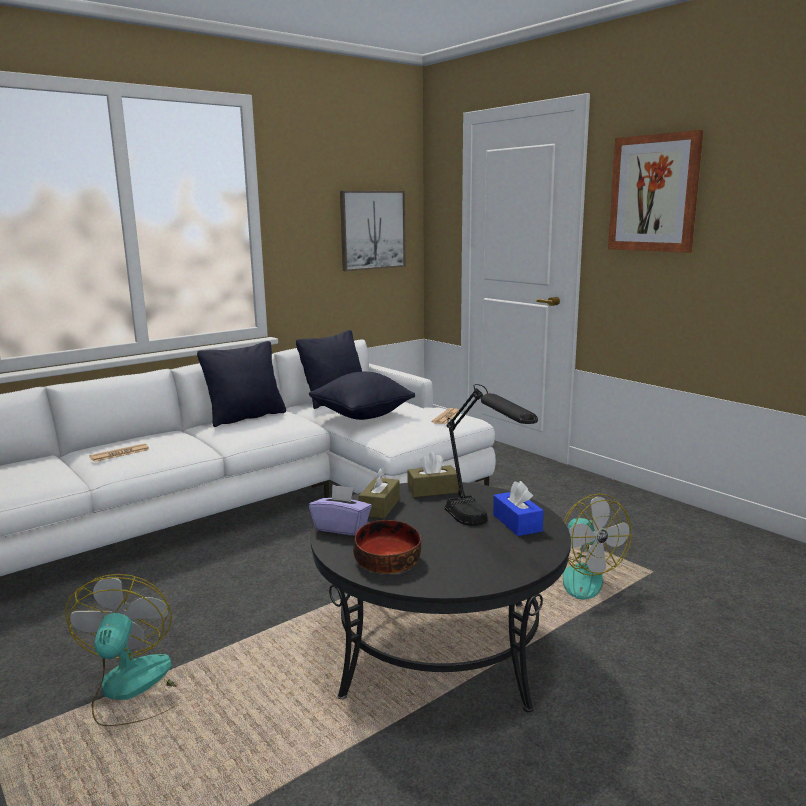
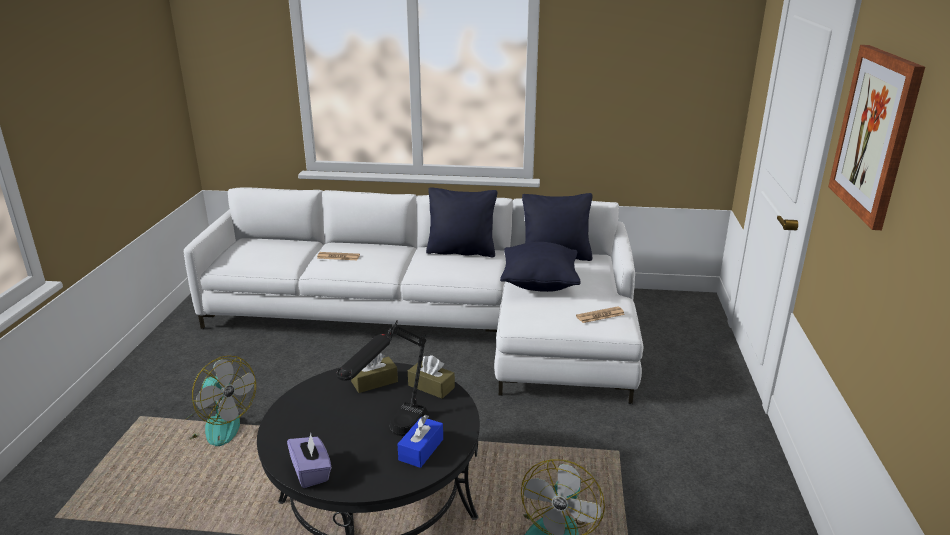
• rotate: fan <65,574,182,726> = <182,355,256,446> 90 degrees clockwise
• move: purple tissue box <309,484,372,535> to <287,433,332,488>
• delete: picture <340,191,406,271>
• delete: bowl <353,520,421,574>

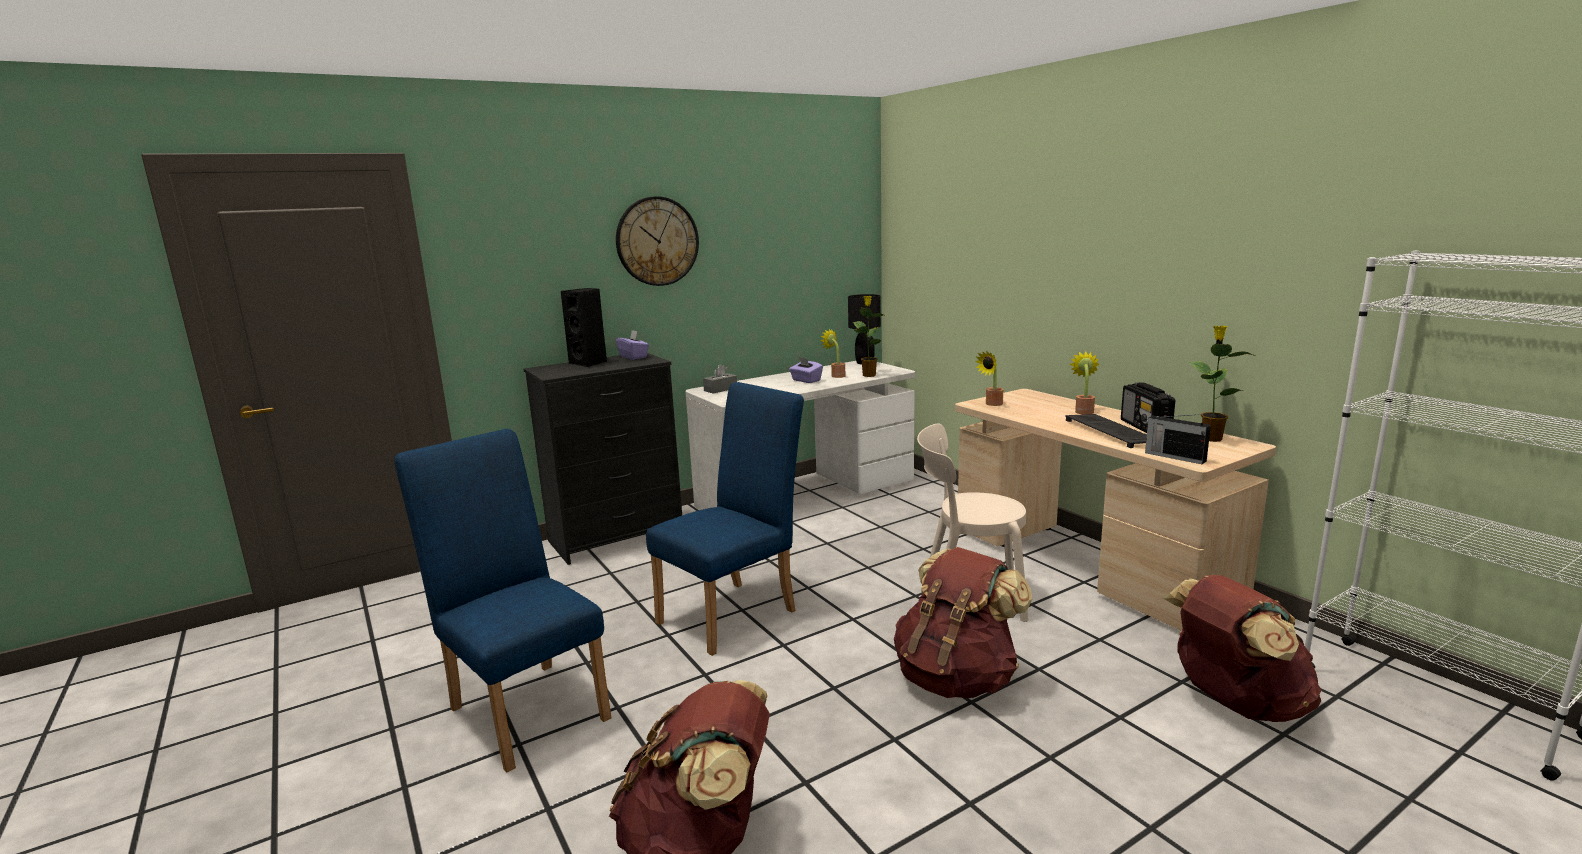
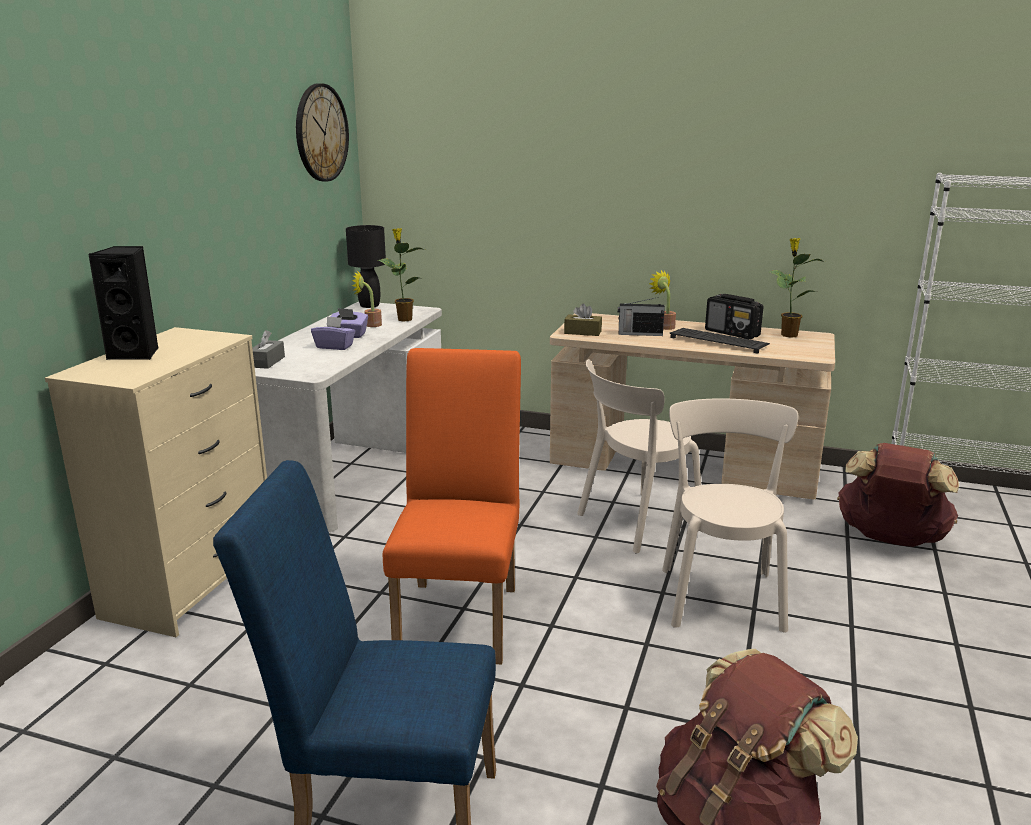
• recolor: black dresser <524,353,682,565> to beige dresser <45,327,267,637>
• move: wall clock <616,196,699,286> to <296,83,349,182>
• move: purple tissue box <616,330,649,360> to <311,316,356,350>
• recolor: blue chair <646,382,804,656> to orange chair <383,348,521,664>
• replace: potted plant <975,351,1003,406> to brown tissue box <564,303,602,336>
• move: radio <1145,414,1211,464> to <618,297,665,336>
• replace: brown backpack <894,547,1032,698> to beige chair <662,398,799,633>

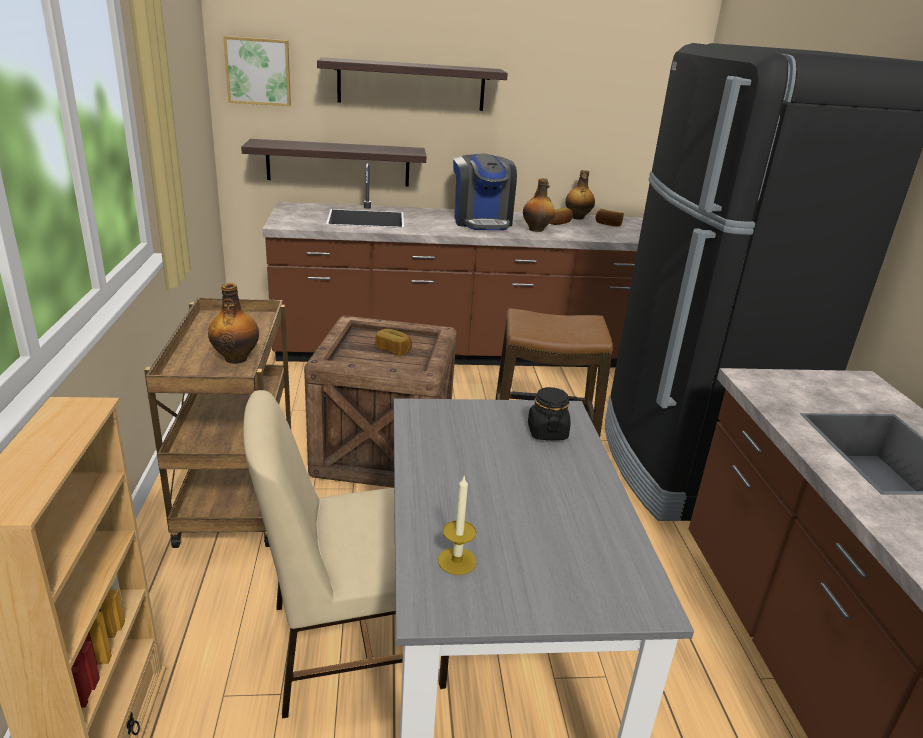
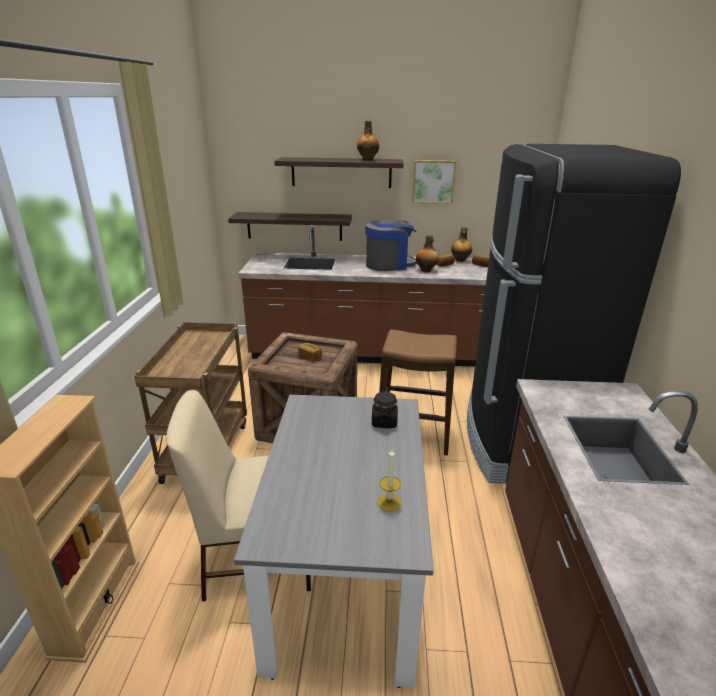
• move: bottle <208,283,259,364> to <357,120,379,160>
• rotate: coffee machine <453,154,517,230> = <365,220,417,271> 105 degrees counterclockwise
• move: candle <438,475,477,575> to <377,449,402,511>
• move: picture <223,36,291,106> to <412,160,456,204>

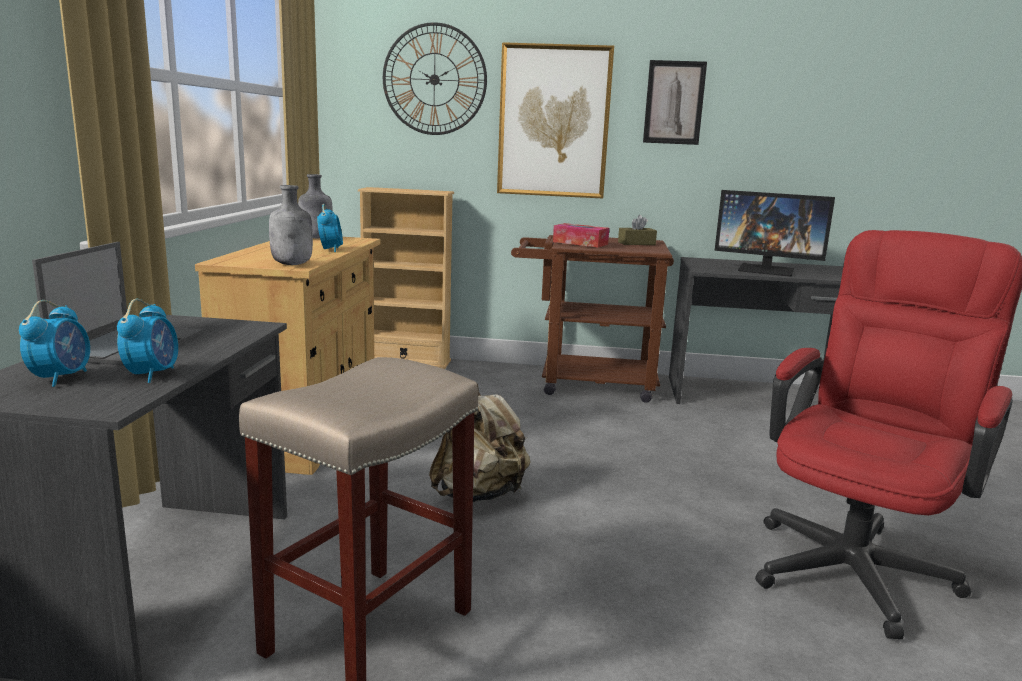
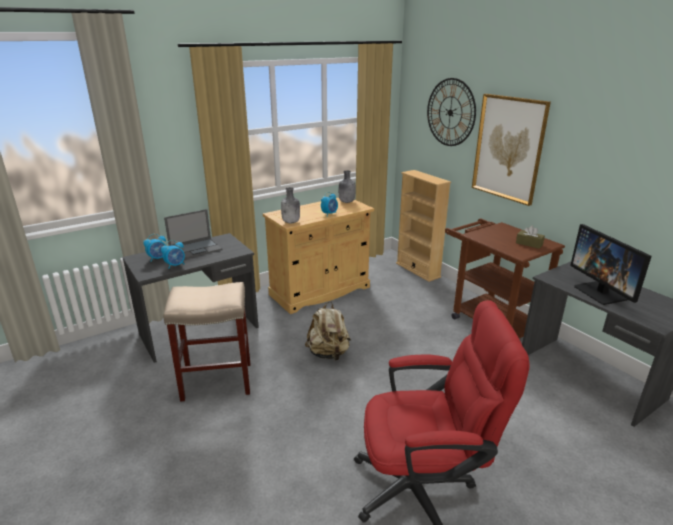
• delete: tissue box <553,223,609,247>
• delete: picture <643,60,707,145>

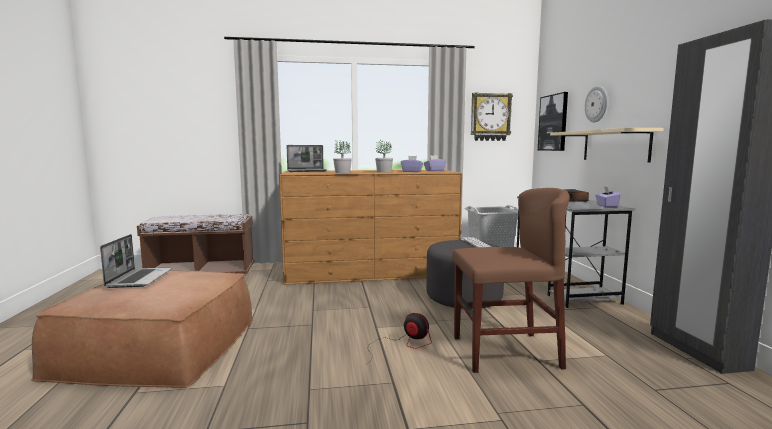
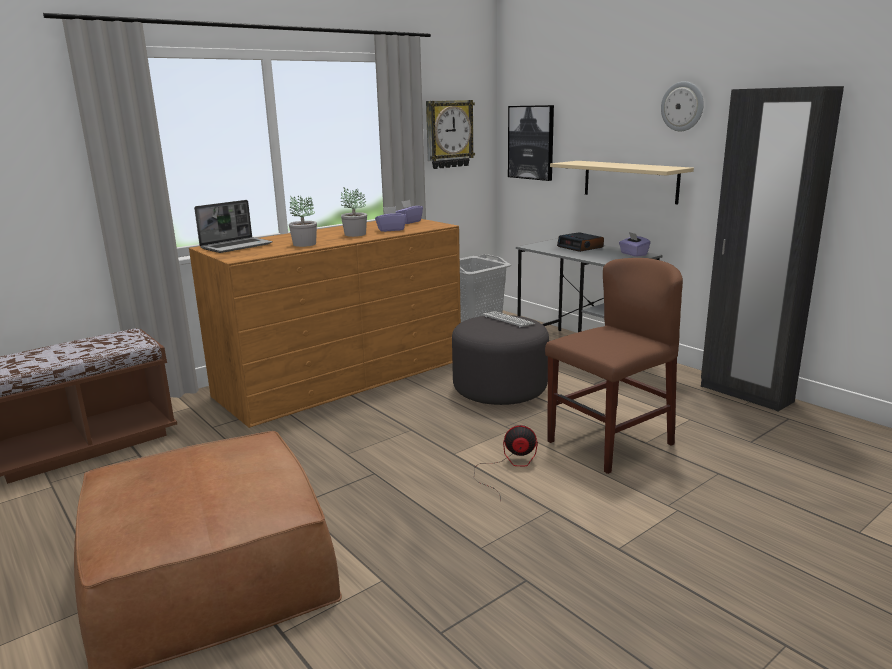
• move: wall clock <585,86,607,122> to <661,81,704,132>
• delete: laptop <100,234,172,288>

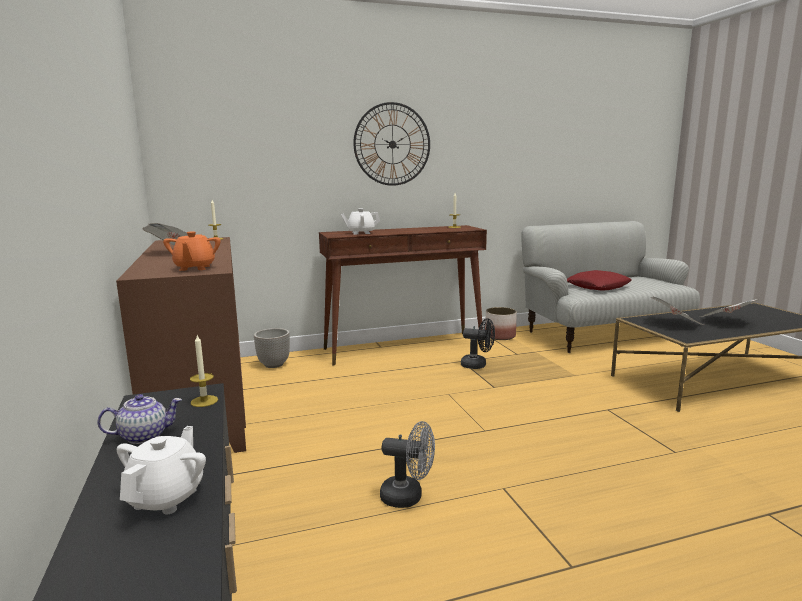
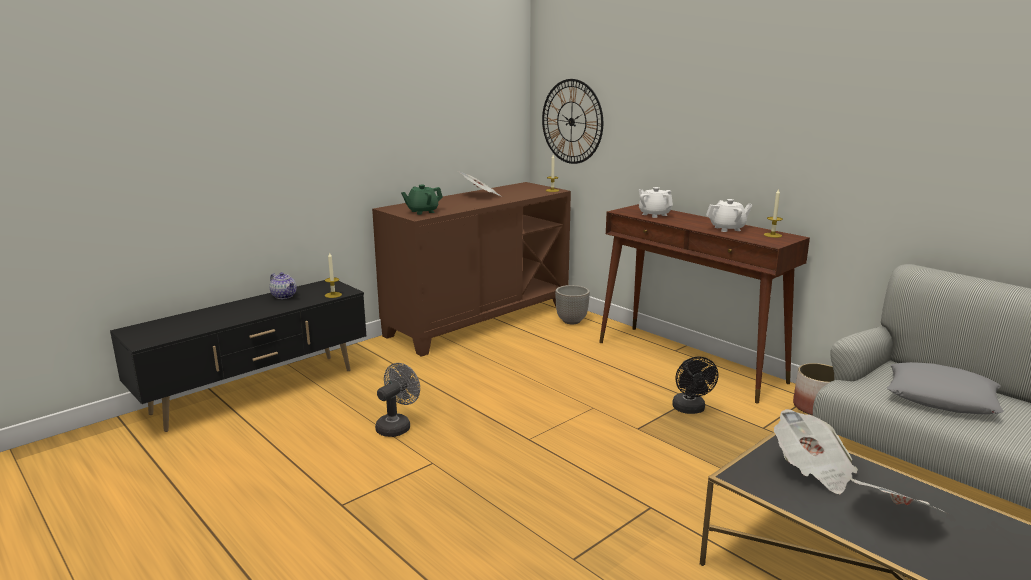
• rotate: grey fan <380,421,435,508> = <375,363,420,437> 135 degrees counterclockwise
• recolor: orange teapot <163,231,221,271> to green teapot <401,185,443,215>
• move: wall clock <353,102,430,186> to <542,79,603,164>
• move: white teapot <117,426,206,514> to <706,199,753,232>
• recolor: red pillow <567,270,632,291> to grey pillow <887,362,1003,414>

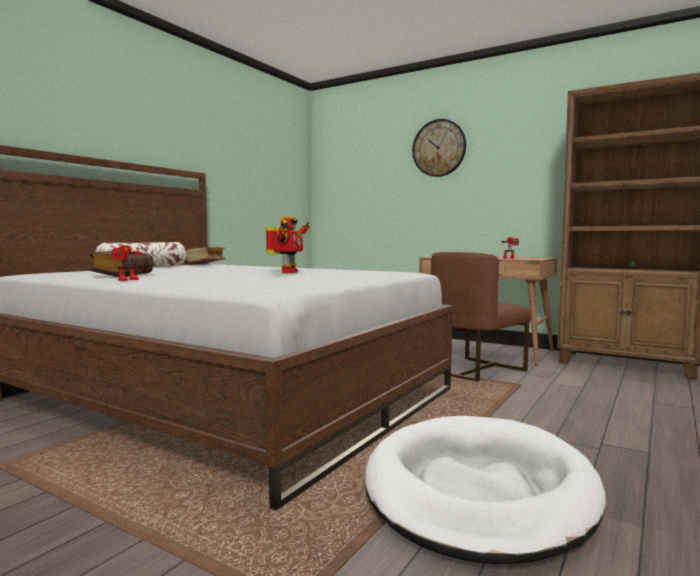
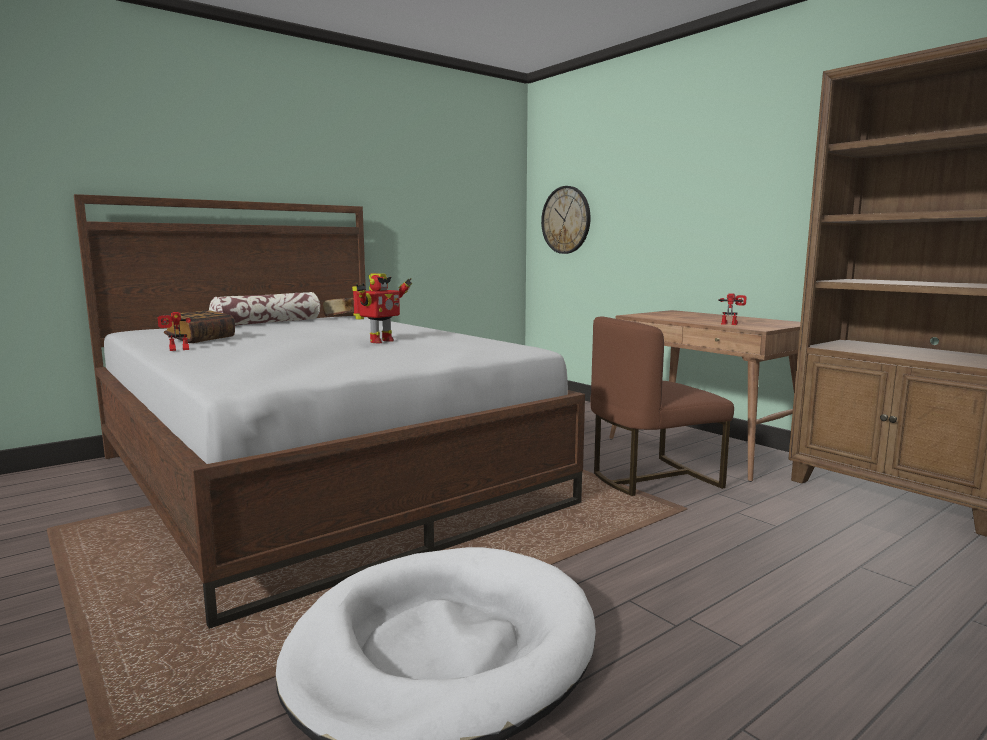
• move: wall clock <412,119,466,177> to <541,186,591,254>

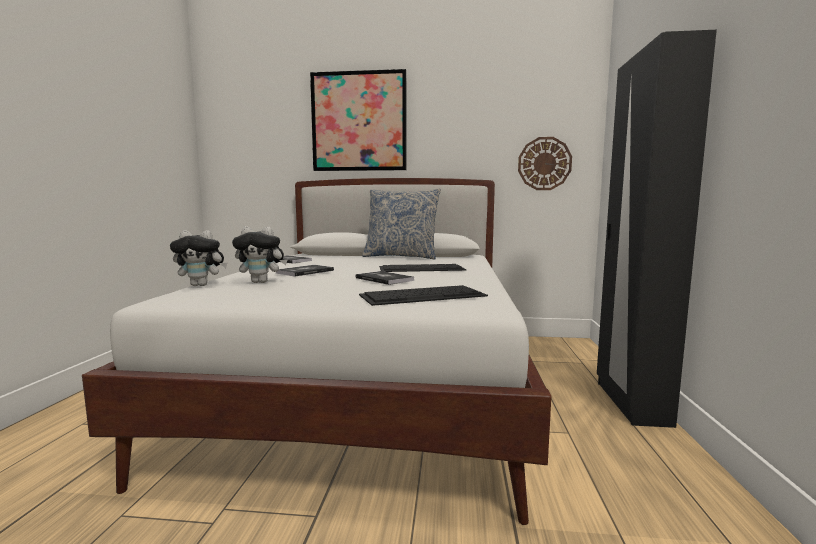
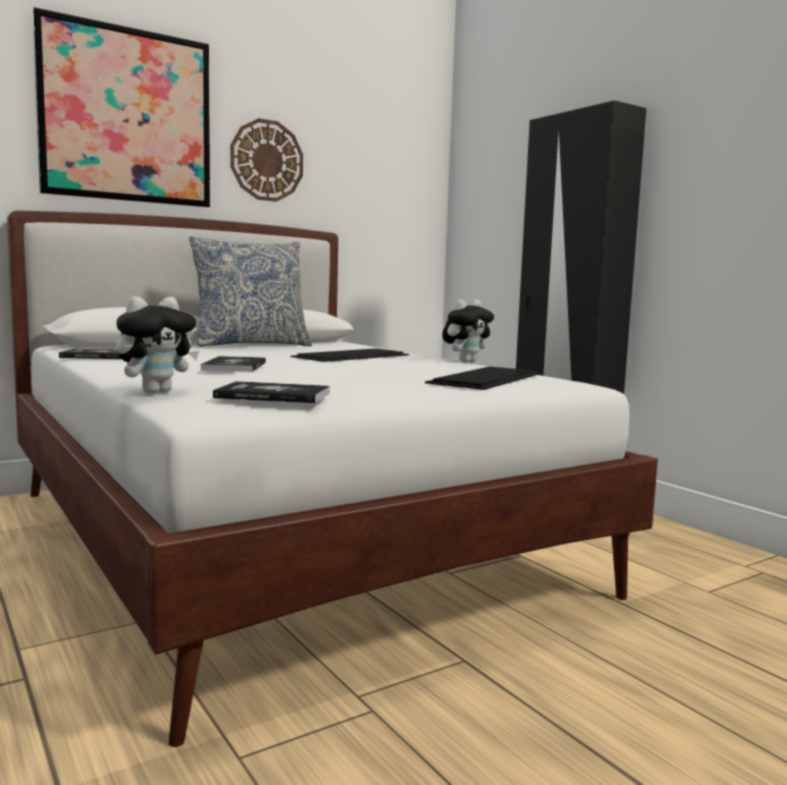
• move: book <356,271,414,285> to <213,381,330,403>
• move: wall clock <518,137,572,190> to <230,118,303,202>
• move: plush toy <232,226,287,283> to <442,299,494,363>

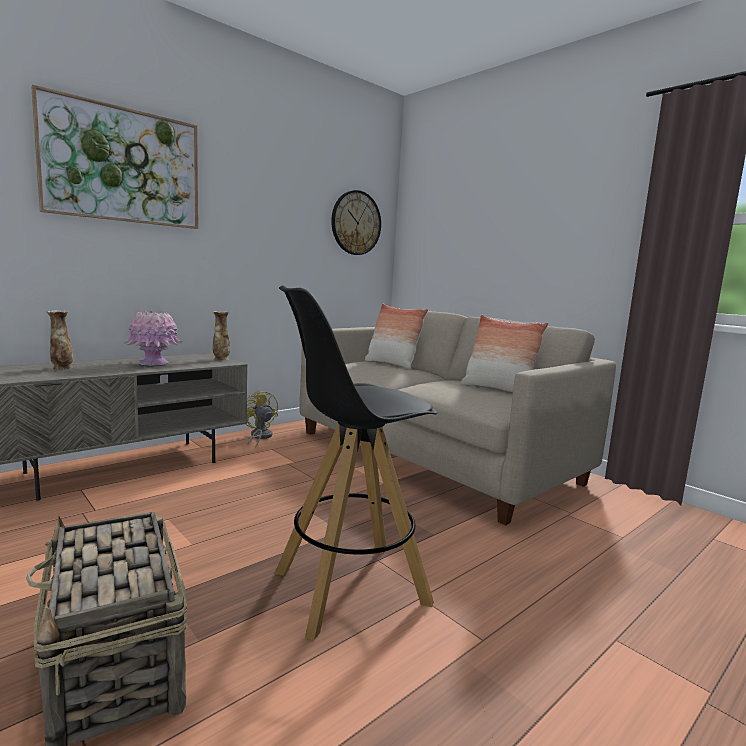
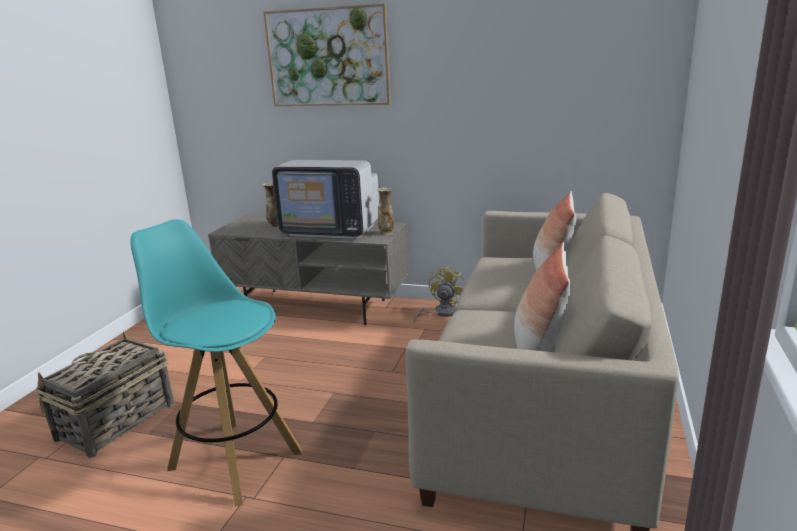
• recolor: black stool <274,286,437,640> to turquoise stool <130,219,303,507>
• replace: pink vase <123,311,182,366> to television <272,160,379,239>
• delete: wall clock <331,190,381,255>

